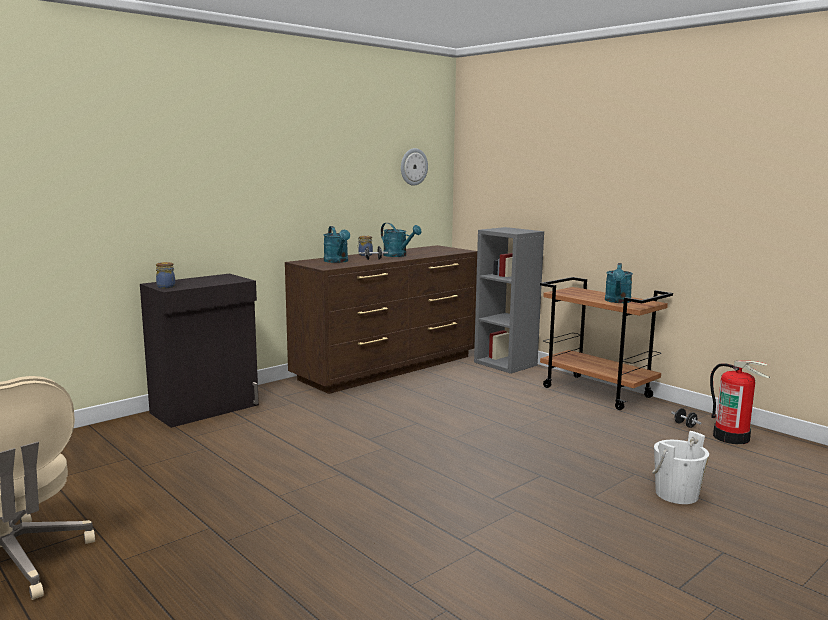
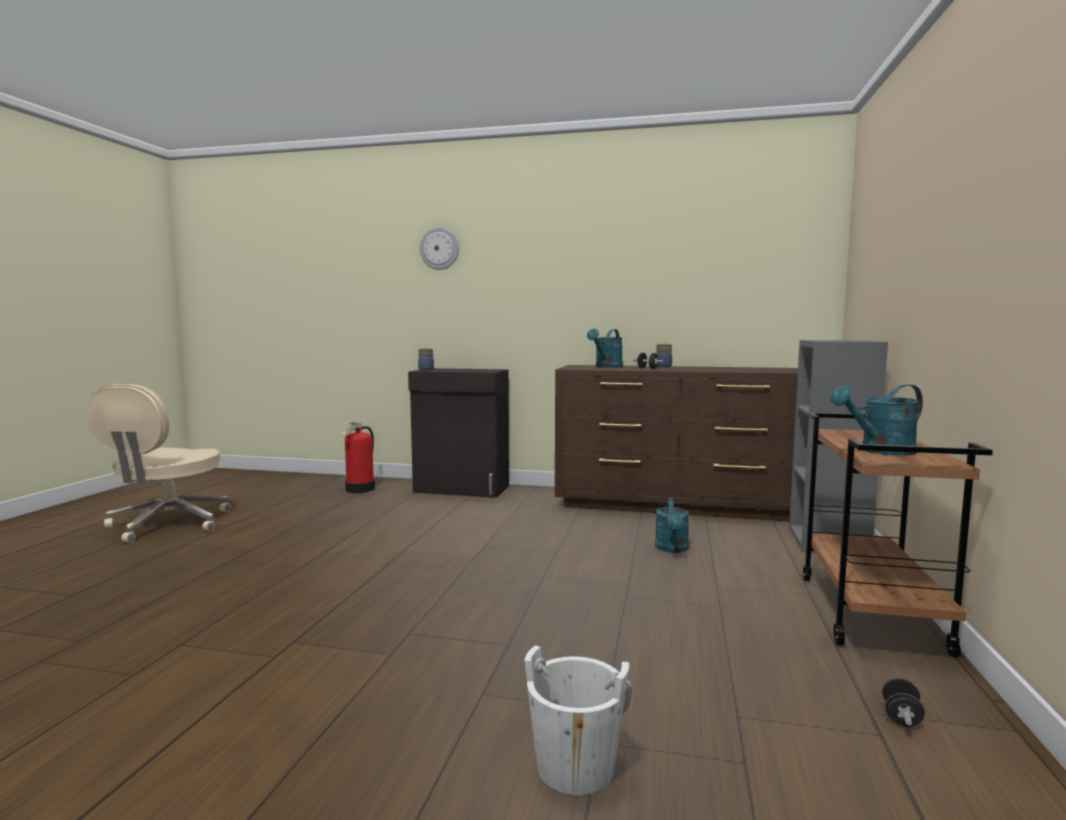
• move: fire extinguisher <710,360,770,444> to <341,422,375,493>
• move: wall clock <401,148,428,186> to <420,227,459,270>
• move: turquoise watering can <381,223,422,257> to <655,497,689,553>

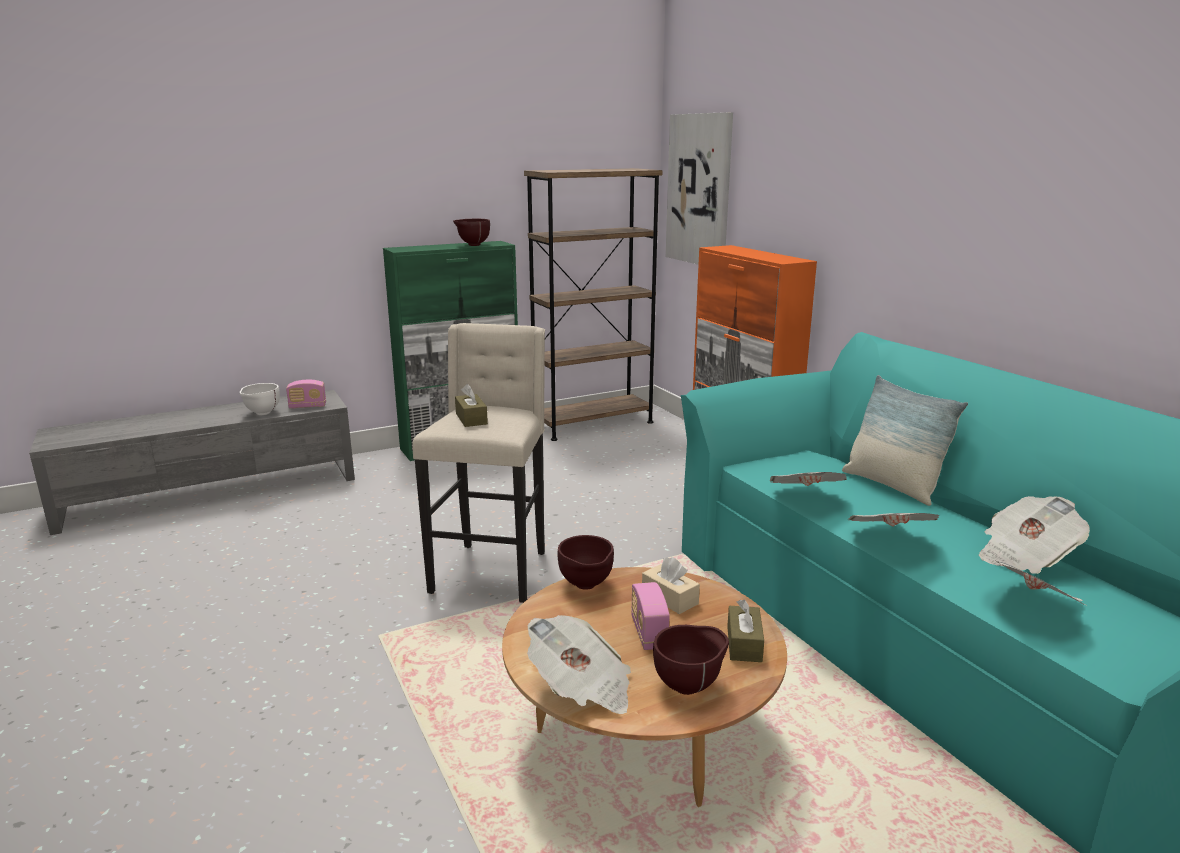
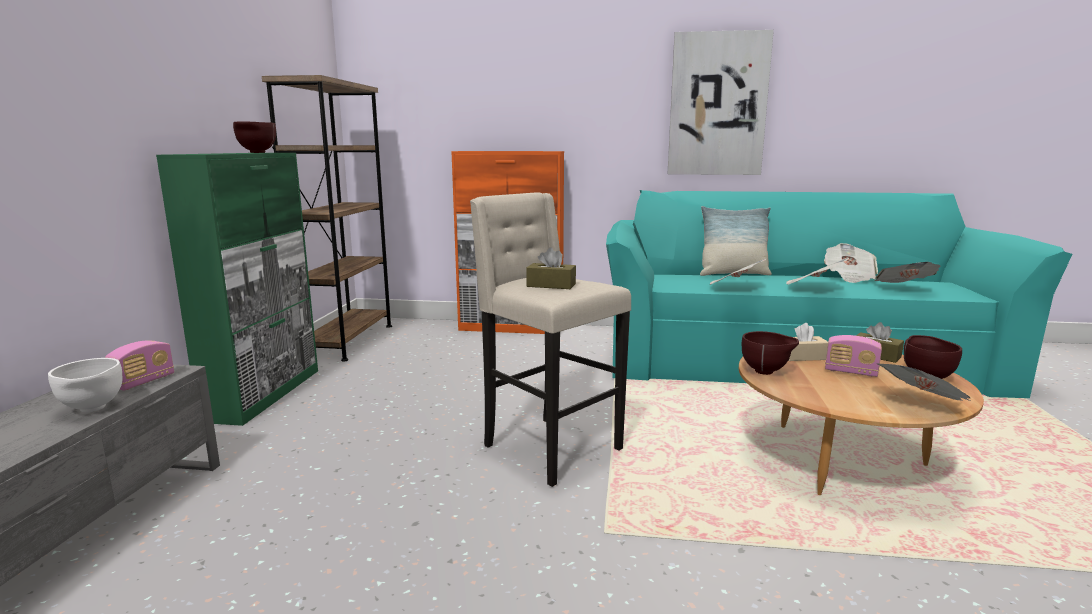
• move: picture <666,112,733,265> to <668,30,774,175>

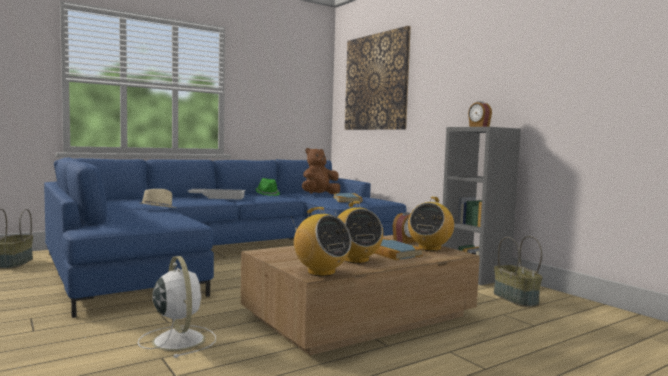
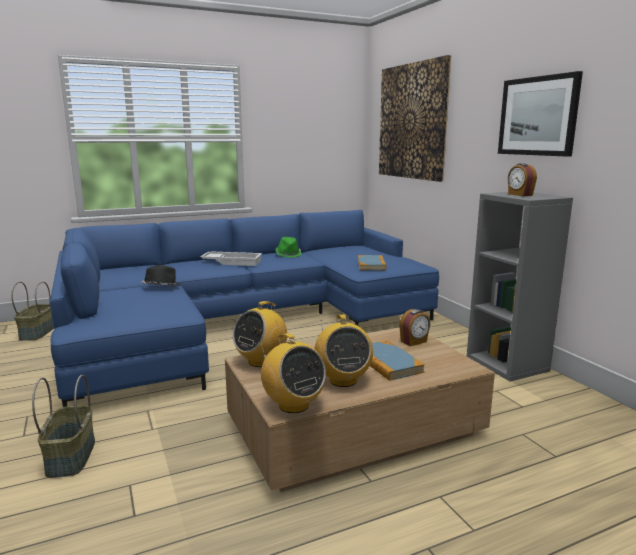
• move: basket <494,236,543,307> to <32,375,95,478>
• recolor: beige hat <139,189,177,208> to black hat <142,265,181,286>
• move: radio <408,197,454,251> to <232,301,287,367>
• insert: picture <498,71,583,157>
• delete: white fan <137,256,216,358>
• delete: brown plush toy <302,148,340,194>

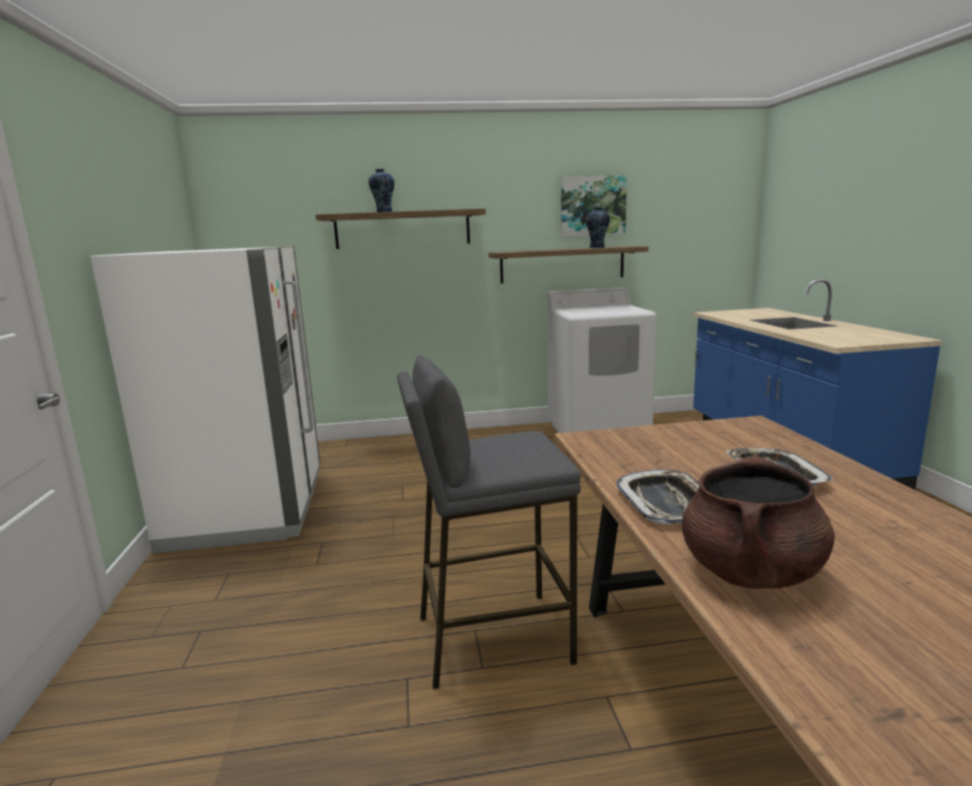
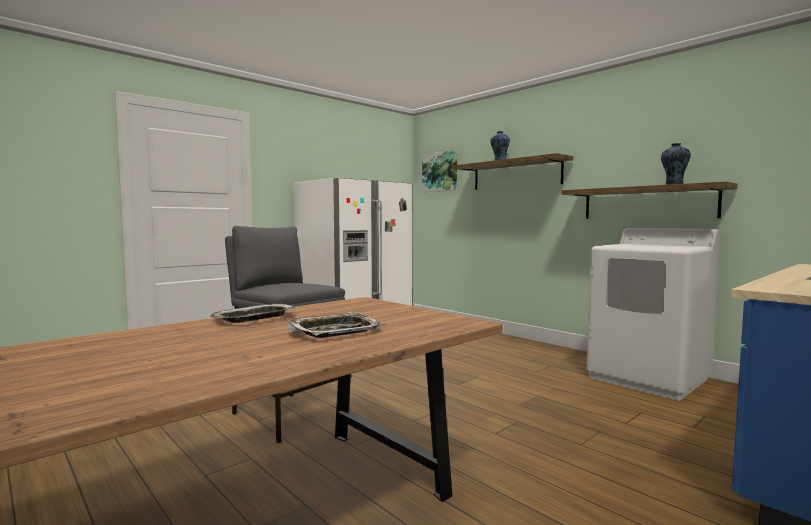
• move: picture <561,175,627,236> to <422,150,457,192>
• delete: brown cooking pot <682,456,835,589>

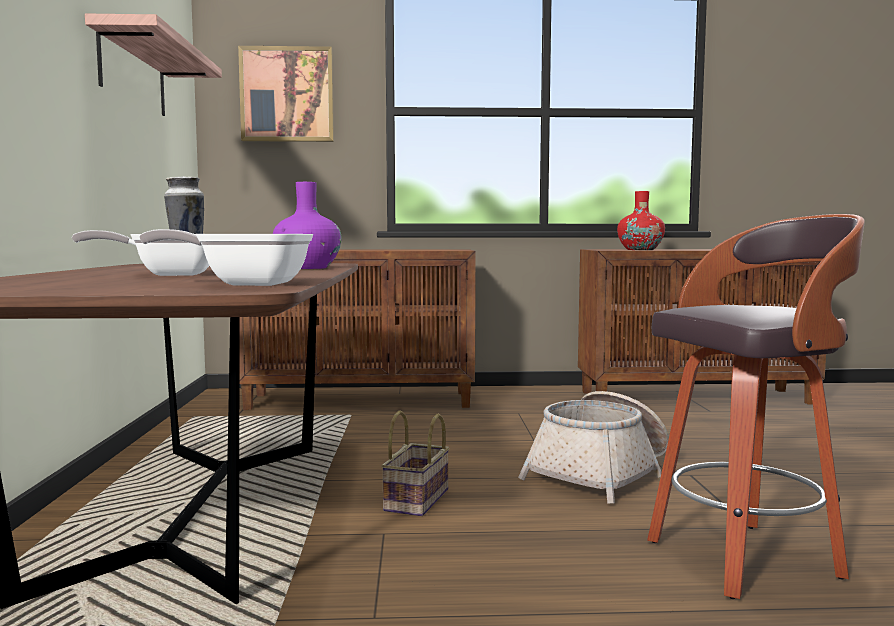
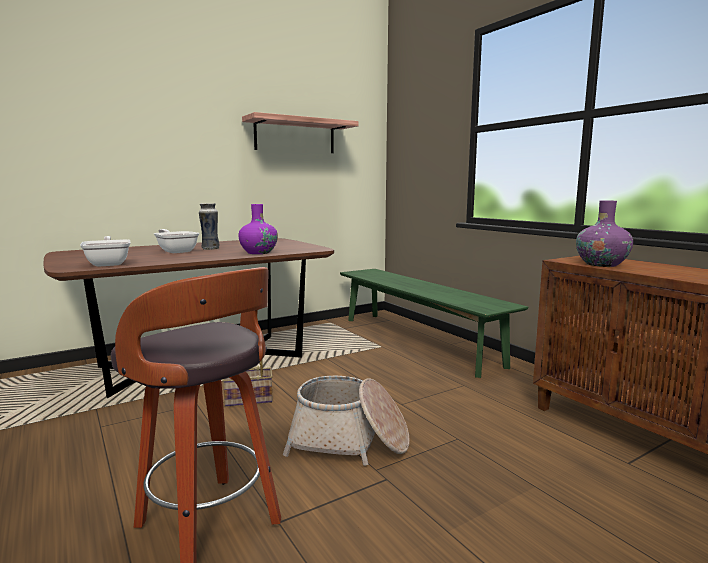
• replace: brown cabinet <239,249,476,410> to green bench <340,269,528,378>
• recolor: red vase <617,191,665,250> to purple vase <576,200,633,267>
• delete: picture <238,46,334,142>

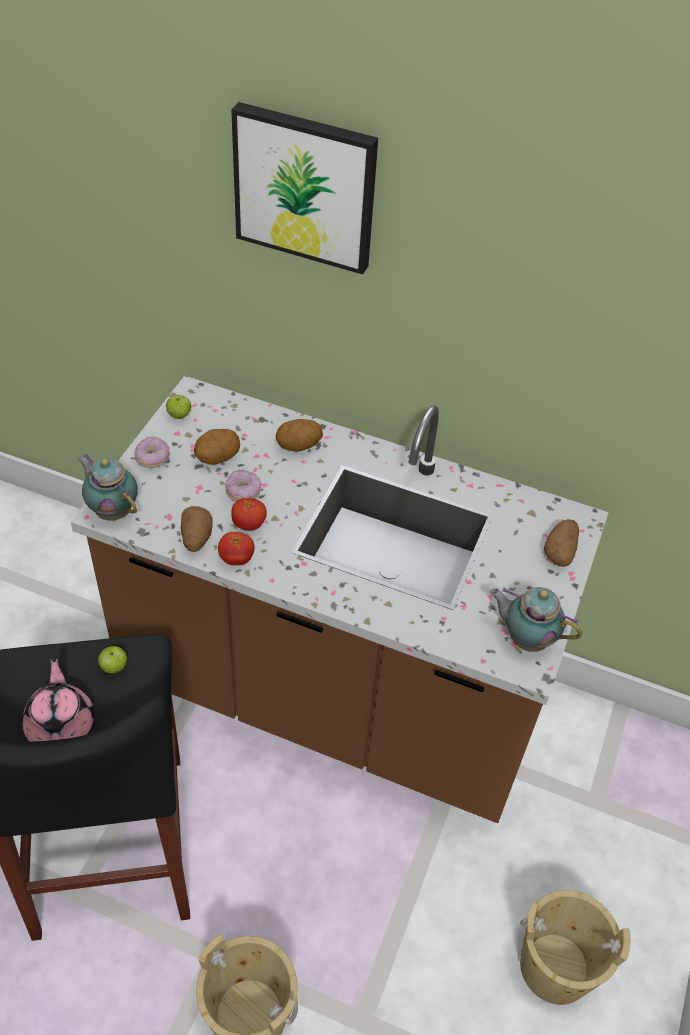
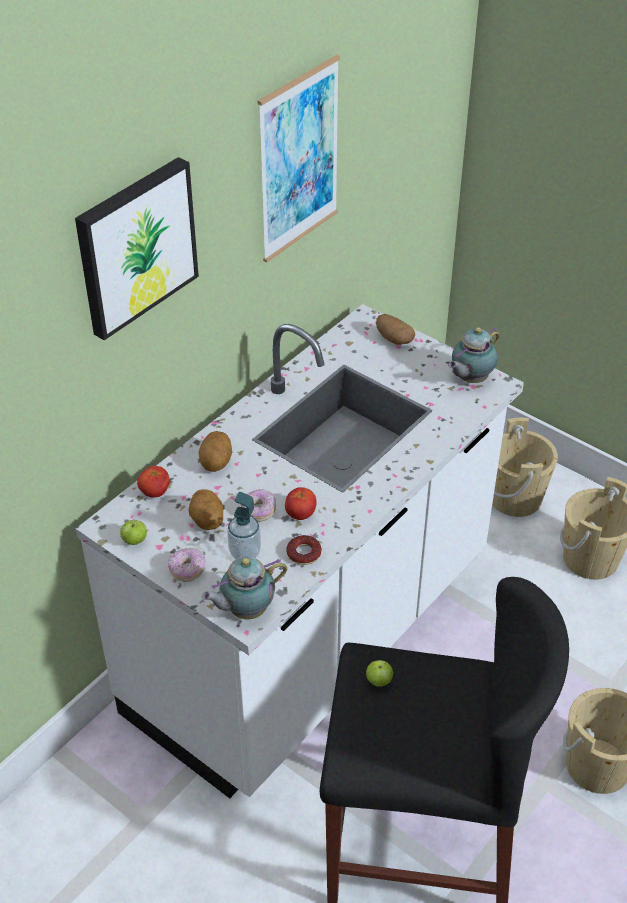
• recolor: brown counter <71,376,609,823> to white counter <76,304,524,798>
• move: tomato <218,532,254,565> to <137,466,170,498>
• insert: soap dispenser <227,492,261,559>
• insert: picture <258,55,340,263>
• replace: potato <181,506,212,552> to donut <287,535,322,565>
• insert: beige bucket <492,418,558,517>
• delete: pink teapot <22,653,95,742>

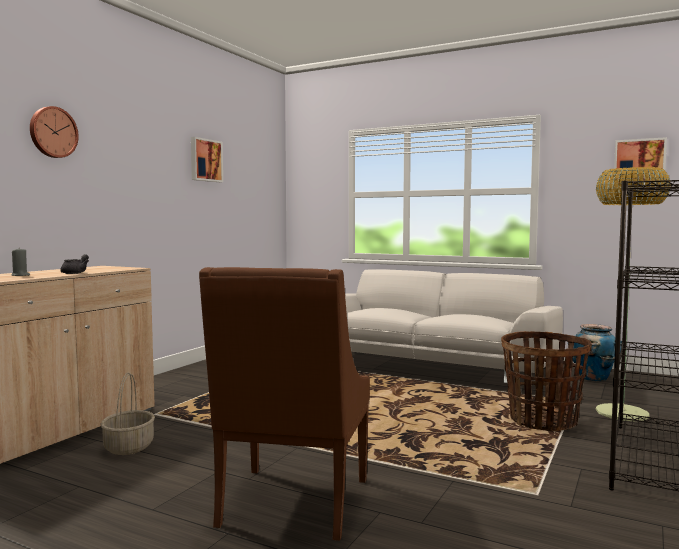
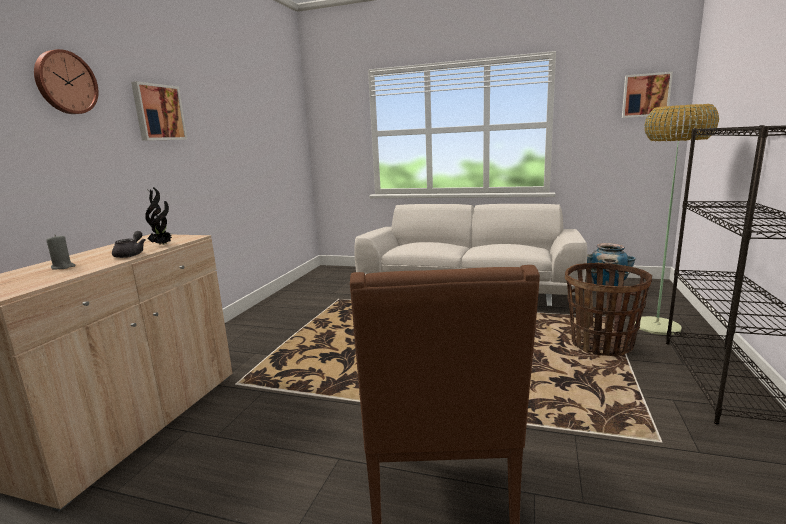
• move: picture <191,137,223,182> to <131,81,187,141>
• insert: potted plant <145,187,172,245>
• delete: basket <100,372,155,455>

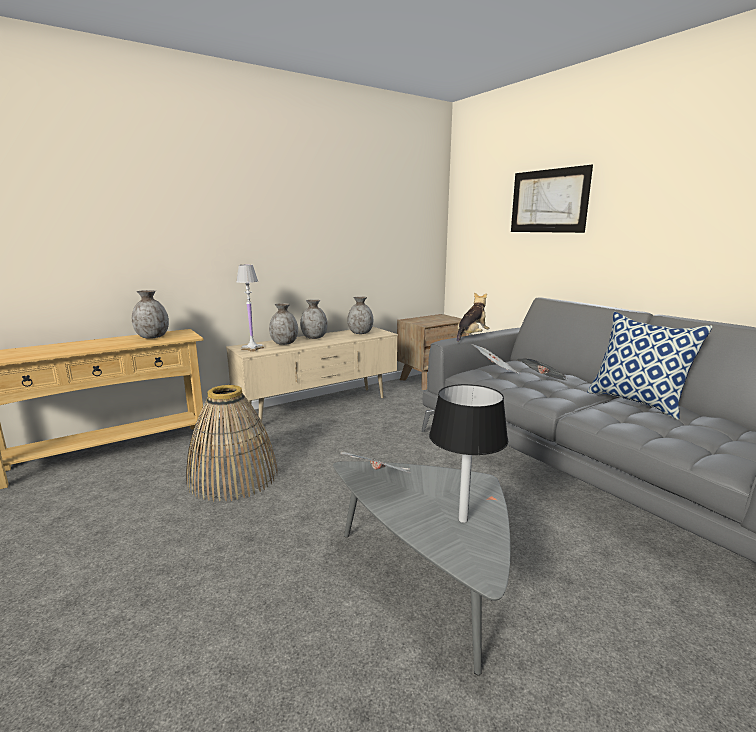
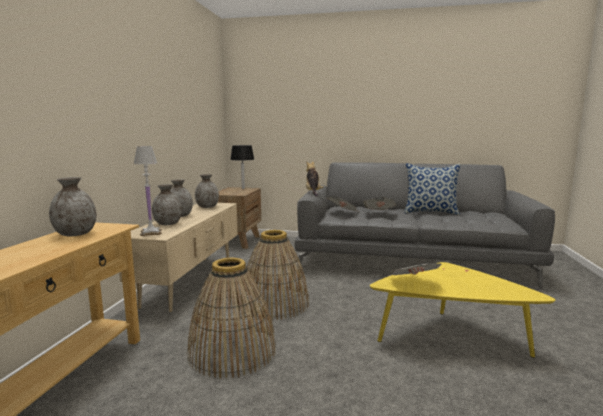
• move: black table lamp <429,384,508,523> to <230,145,254,189>
• insert: basket <243,230,309,320>
• recolor: grey coffee table <333,461,510,675> to yellow coffee table <370,262,555,358>
• delete: picture <511,165,593,233>

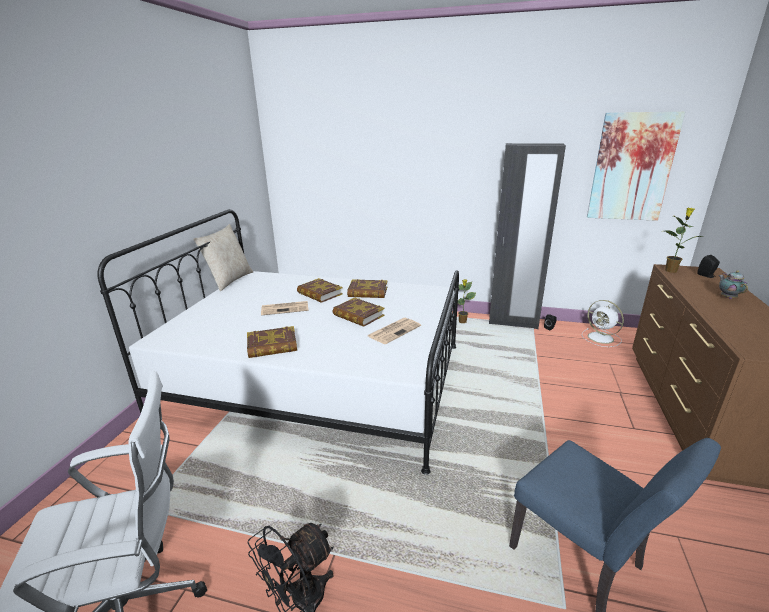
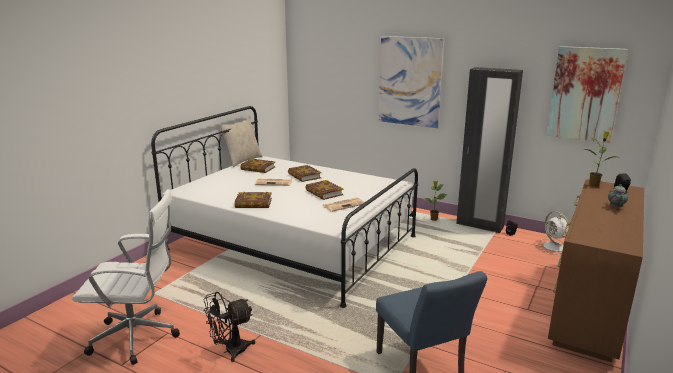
• move: book <347,279,388,298> to <240,159,276,173>
• insert: picture <379,36,444,128>

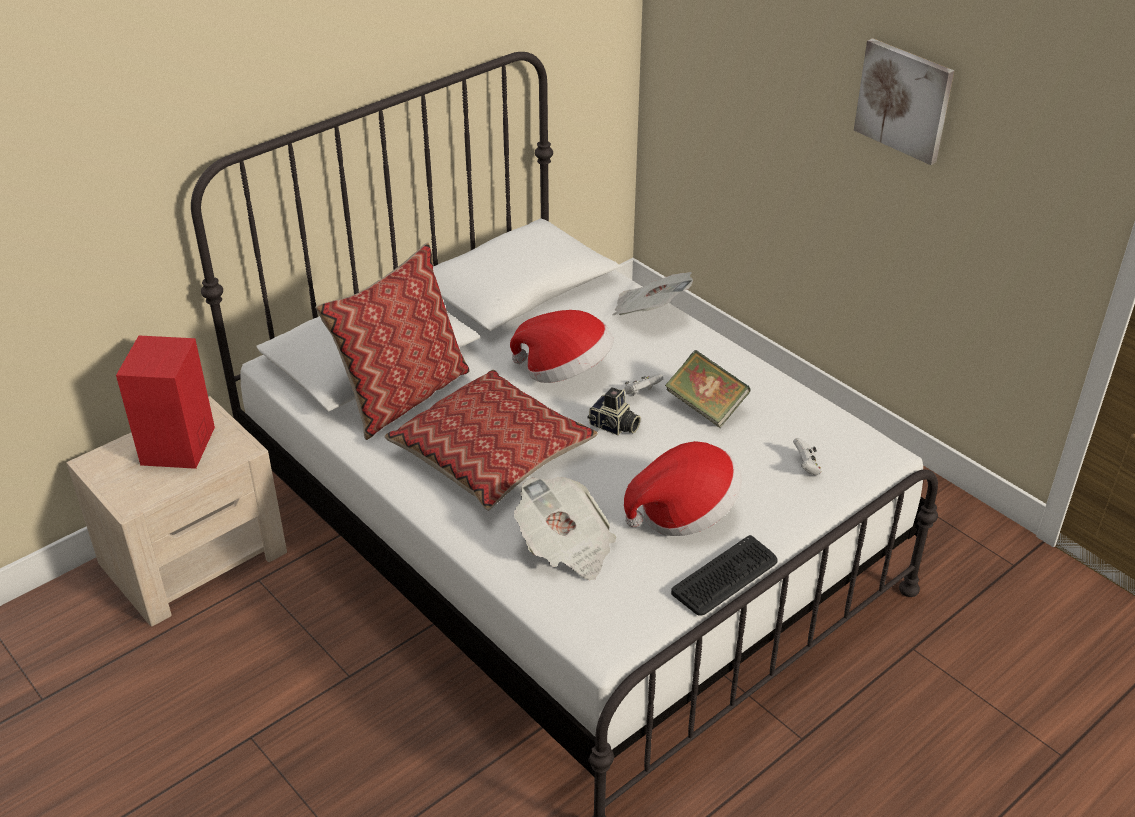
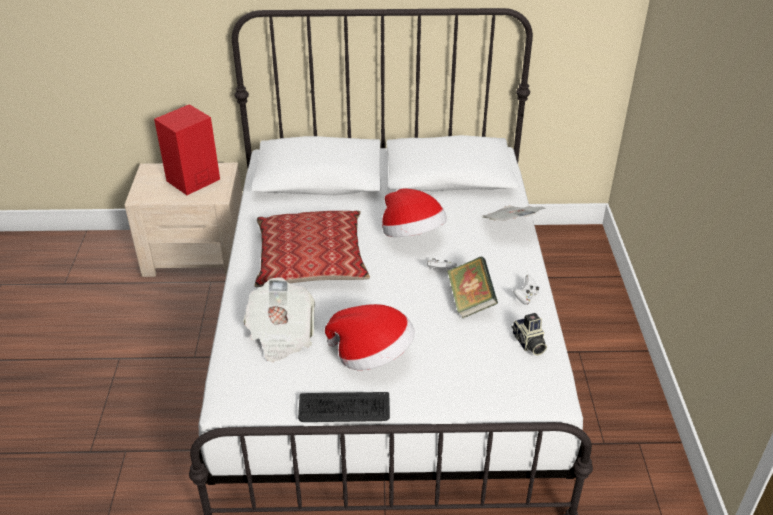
• move: photo camera <587,387,641,435> to <512,313,547,355>
• move: white game controller <793,438,821,476> to <513,275,539,305>
• delete: pillow <315,242,470,440>
• delete: picture <854,38,954,165>

